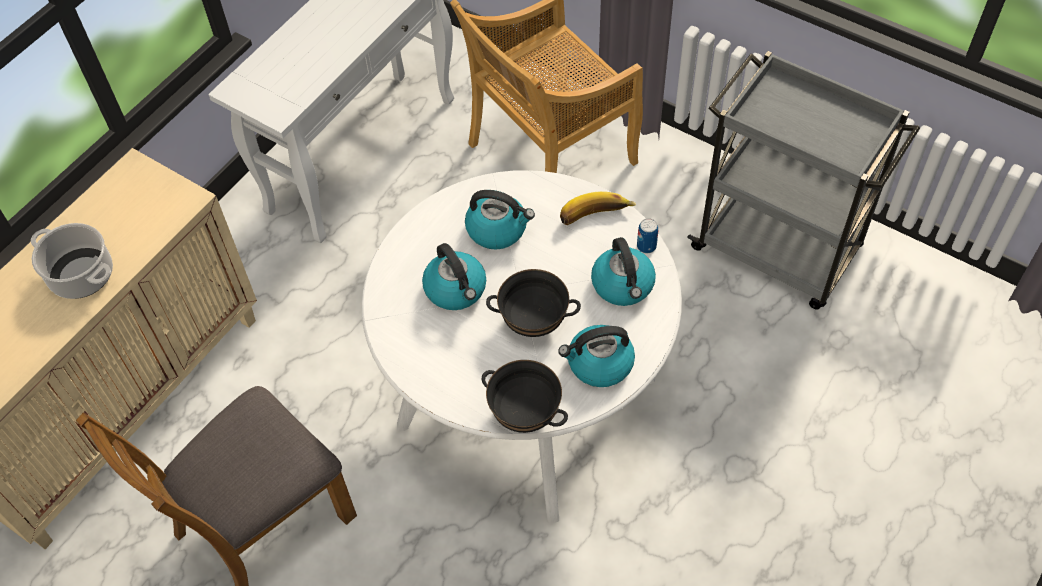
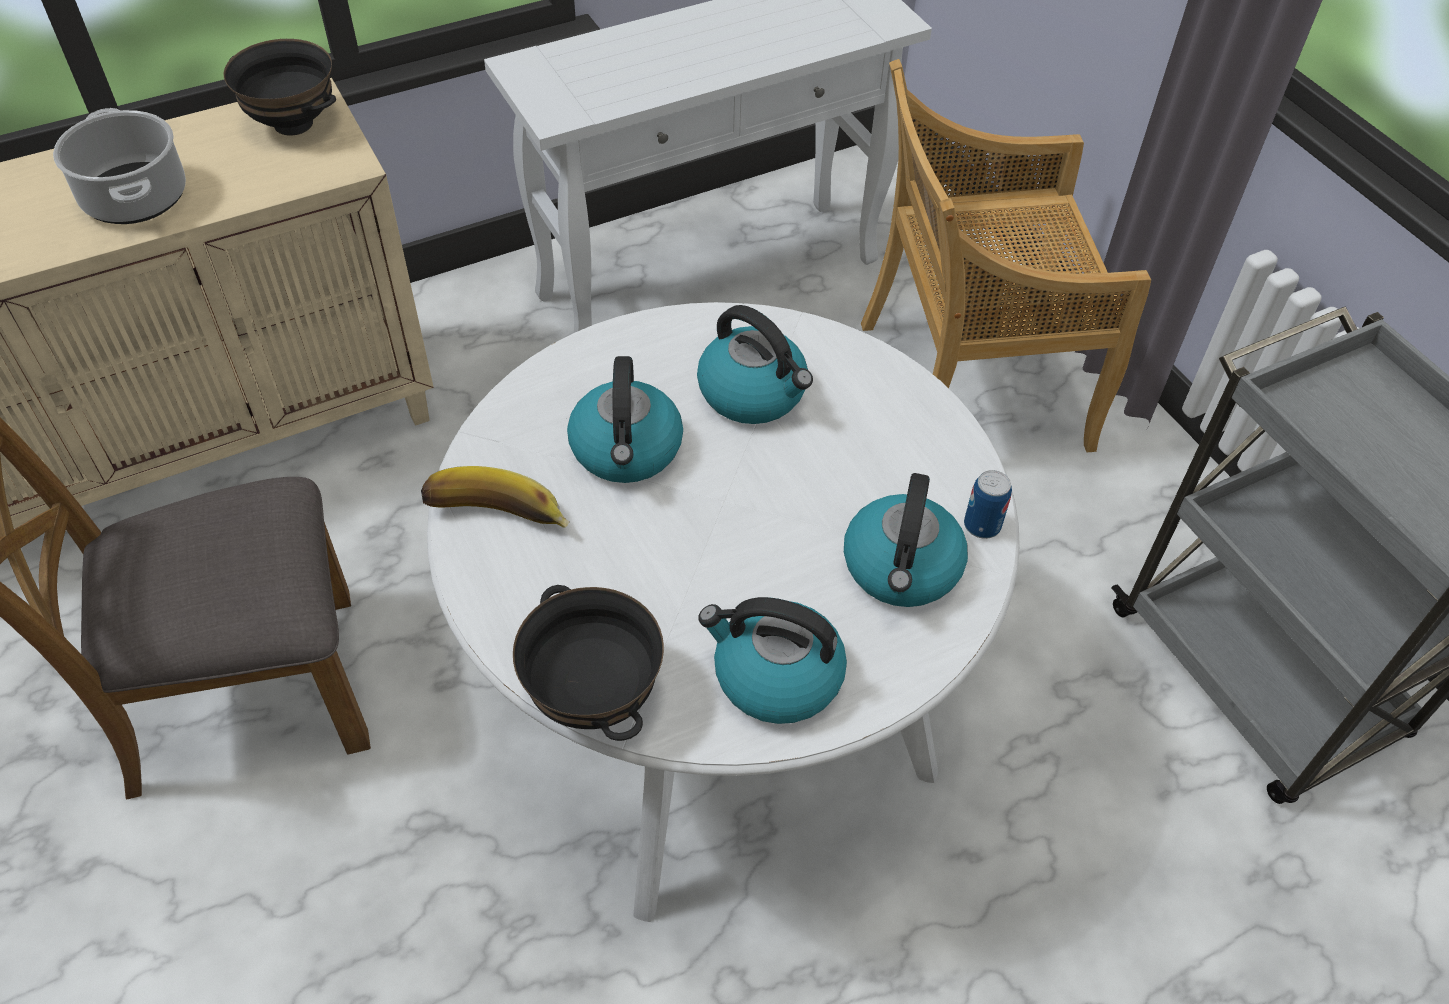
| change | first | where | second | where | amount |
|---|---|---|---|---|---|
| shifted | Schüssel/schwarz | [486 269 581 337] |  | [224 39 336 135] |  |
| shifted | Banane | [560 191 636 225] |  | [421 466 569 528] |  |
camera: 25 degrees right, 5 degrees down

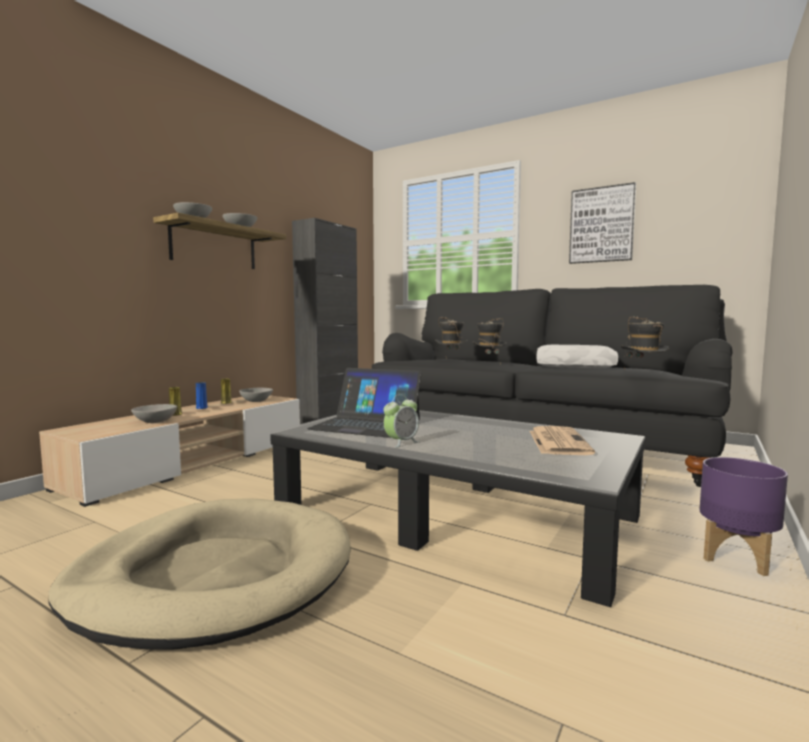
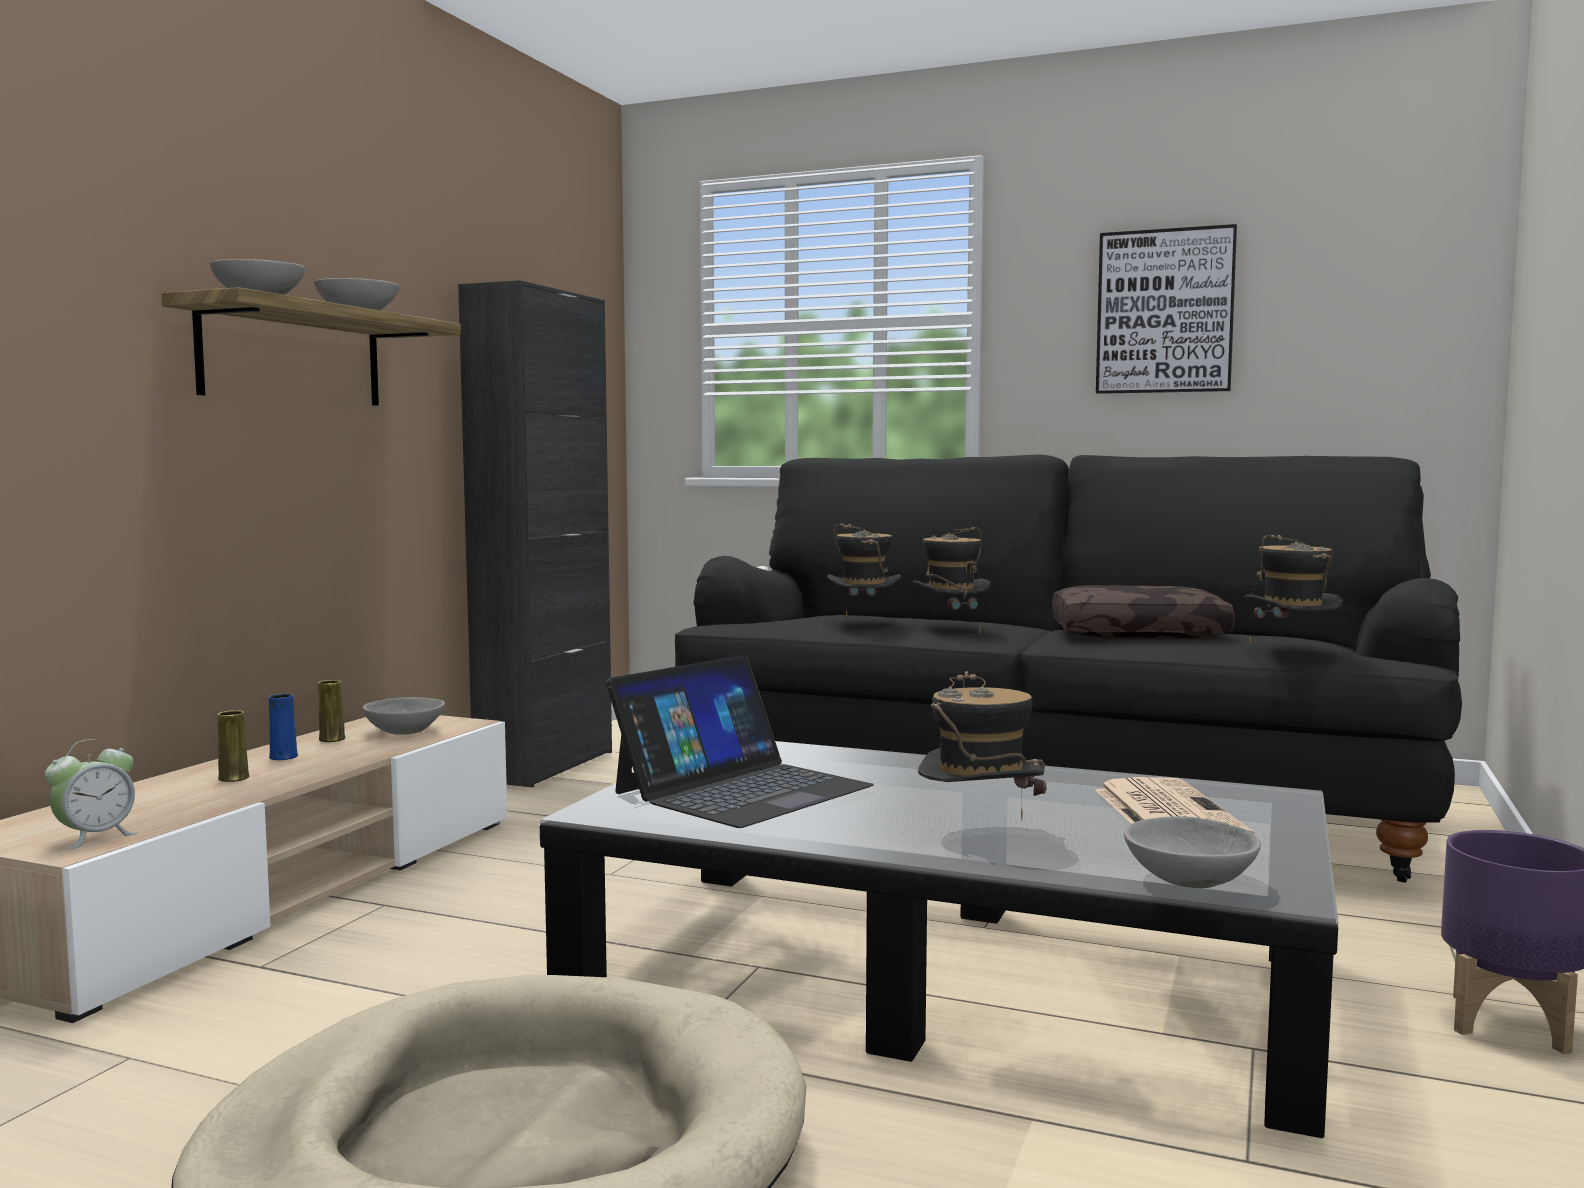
| change | first | where | second | where | amount |
|---|---|---|---|---|---|
| shifted | Schüssel/grau | [131 404 177 423] |  | [1124 817 1261 888] |  |
| rotated | Laptop | [307 368 422 438] |  | [606 655 874 828] | 60 degrees counterclockwise |
| shifted | Wecker | [384 394 419 448] |  | [45 739 139 850] |  |
| repainted | Kissen/weiß | [536 345 618 368] | Kissen/braun | [1052 585 1235 639] |  |
| new |  |  | Hut | [918 671 1047 821] |  |
camera: 10 degrees left, 0 degrees up

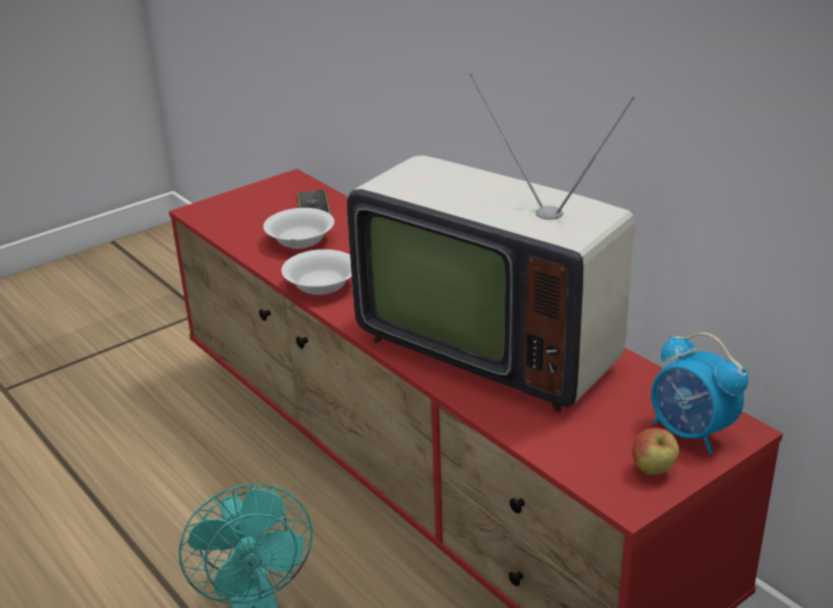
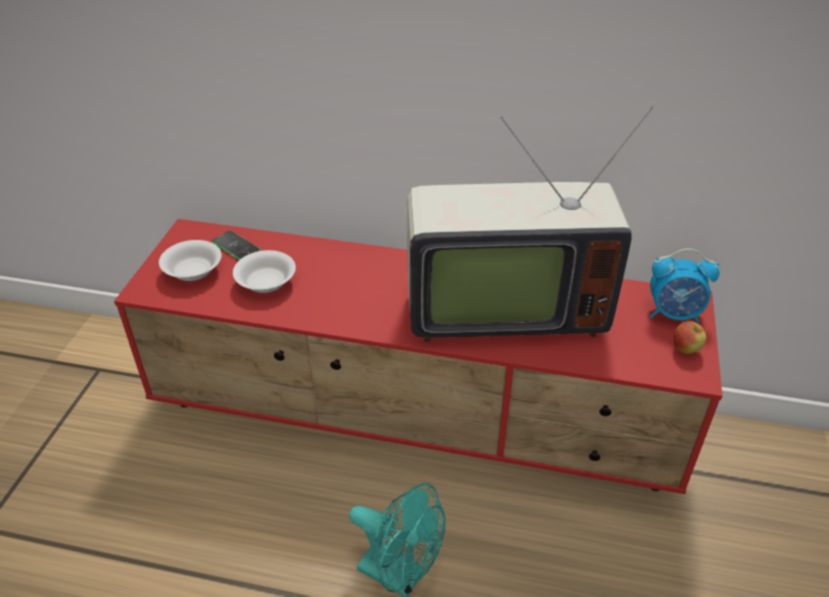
| change | first | where | second | where | amount |
|---|---|---|---|---|---|
| shifted | Schüssel/weiß | [281 249 352 295] |  | [159 240 222 281] |  |
camera: 40 degrees left, 10 degrees up

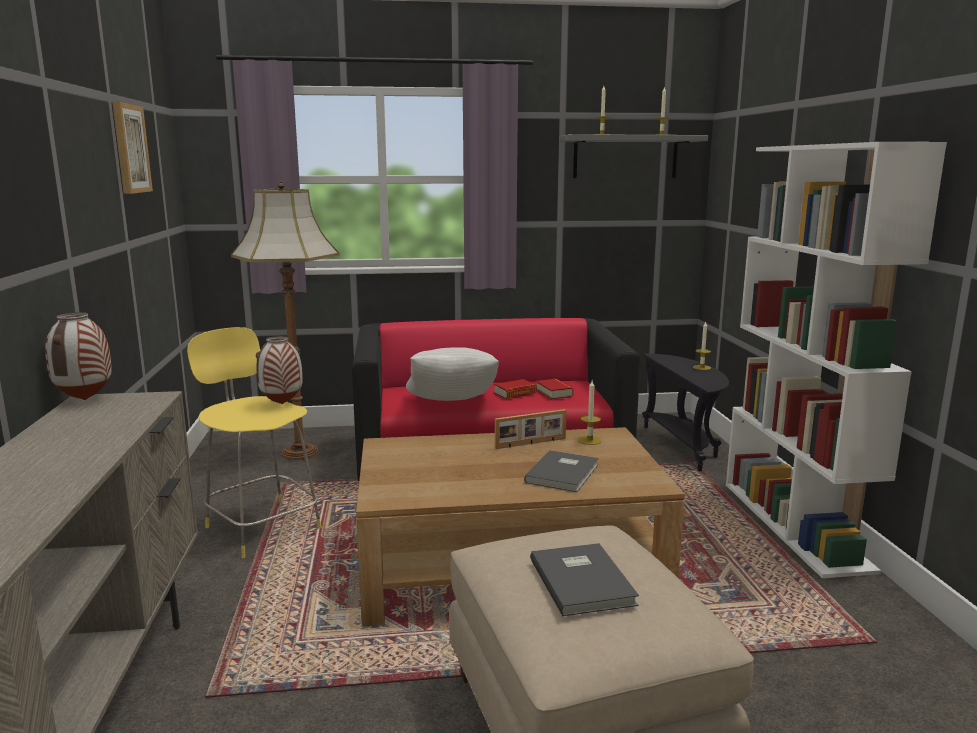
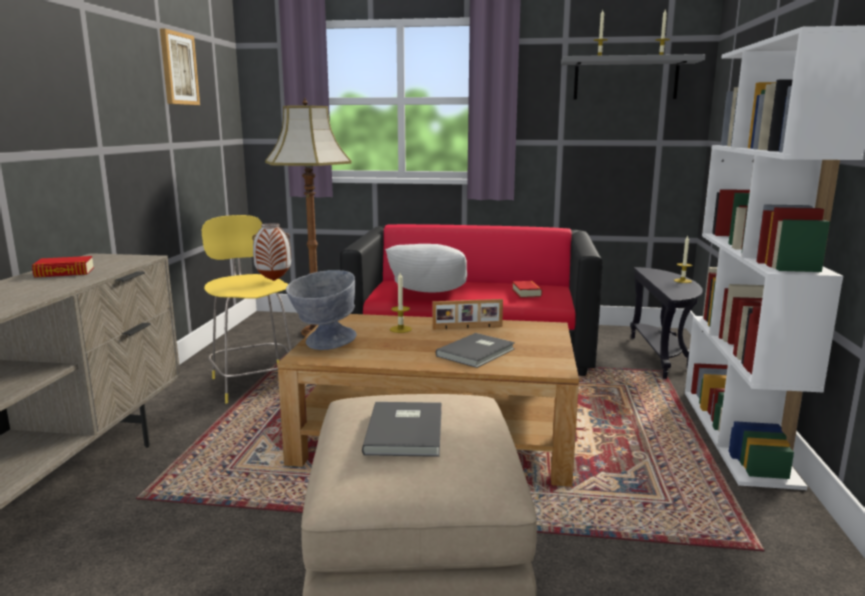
| change | first | where | second | where | amount |
|---|---|---|---|---|---|
| gone | Vase | [45 312 112 400] |  |  |  |
| shifted | Buch | [494 379 537 399] |  | [32 256 94 278] |  |
| shifted | Kerze | [578 381 602 445] |  | [390 273 412 333] |  |
| new |  |  | Schüssel/grau | [286 270 357 350] |  |
camera: 15 degrees right, 0 degrees up

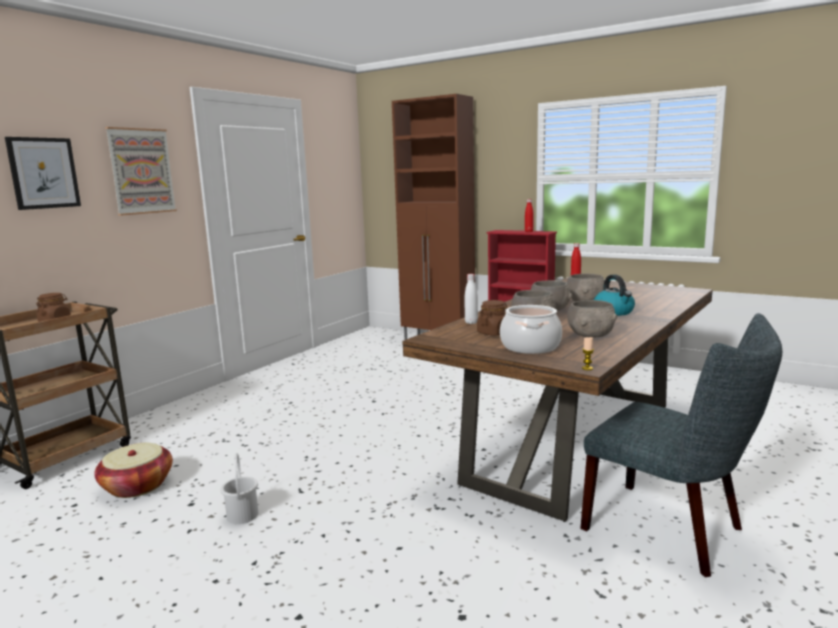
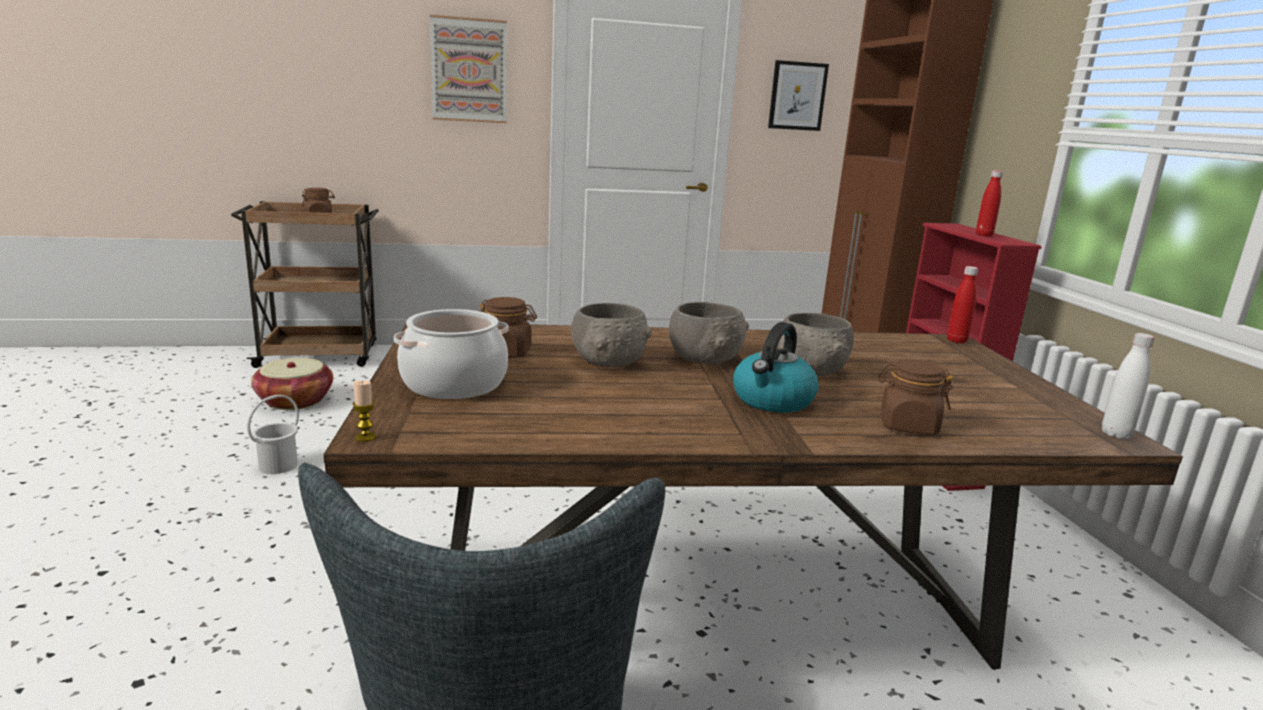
| change | first | where | second | where | amount |
|---|---|---|---|---|---|
| shifted | Bild | [5 137 81 210] |  | [768 60 829 131] |  |
| shifted | Flasche/weiß | [465 274 478 324] |  | [1102 333 1155 439] |  |
| gone | Schüssel/grau | [567 300 617 338] |  |  |  |
| new |  |  | Vorratsglas/braun | [878 359 953 435] |  |
camera: 45 degrees right, 5 degrees up

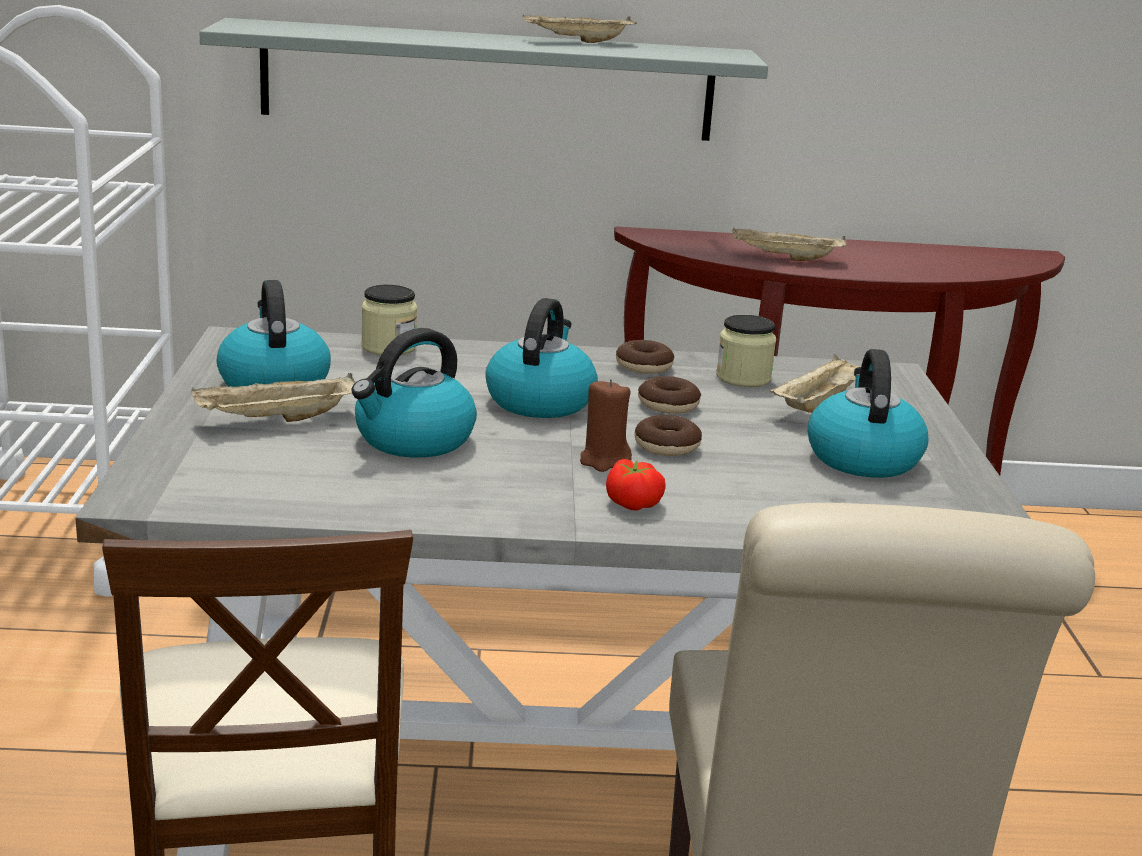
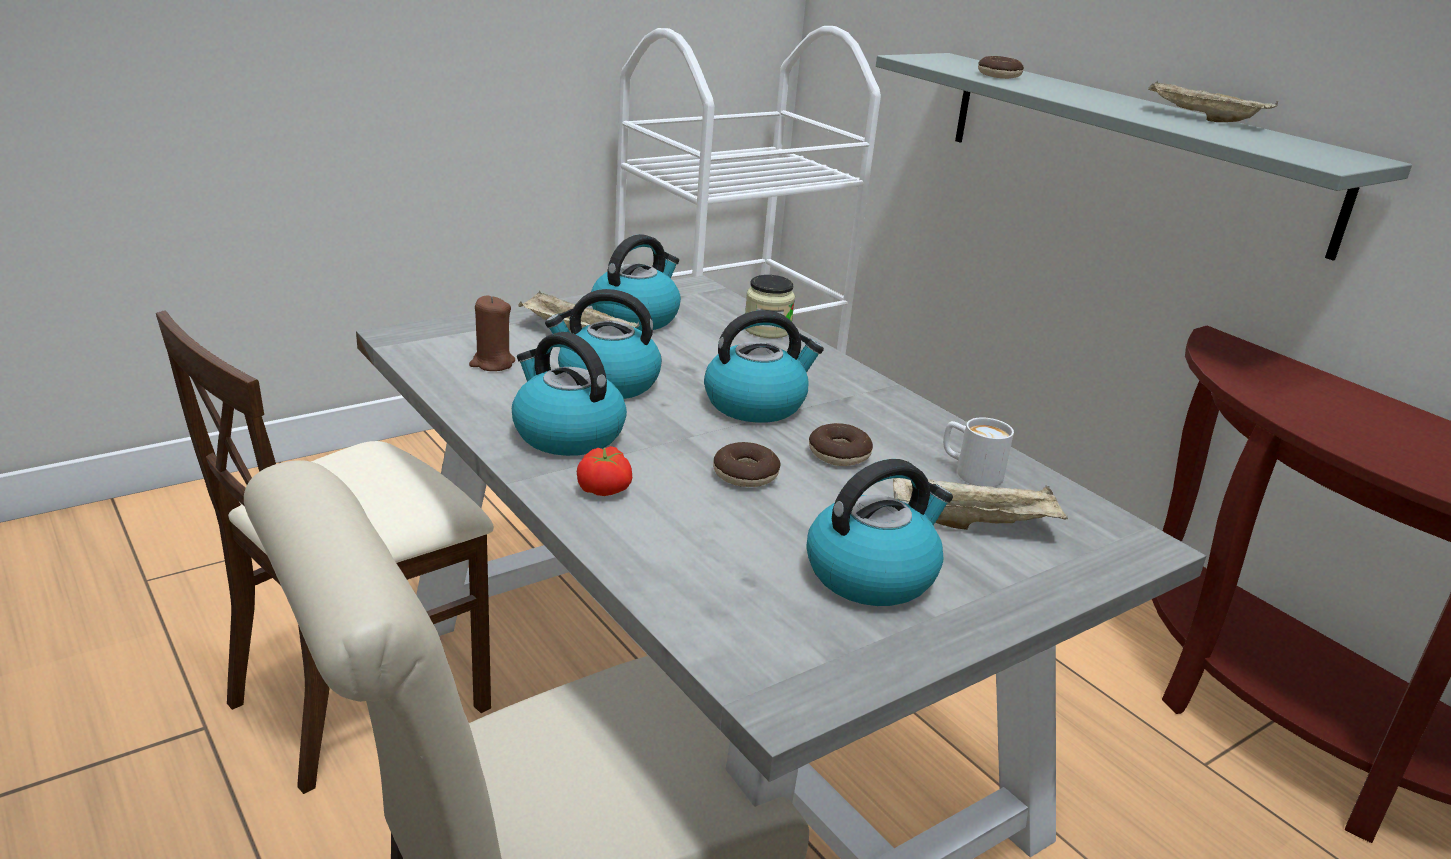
| change | first | where | second | where | amount |
|---|---|---|---|---|---|
| shifted | Kerze/braun | [580 379 632 472] |  | [469 296 515 371] |  |
| shifted | Donut | [616 340 674 374] |  | [978 56 1024 79] |  |
| swapped | Vorratsglas | [716 315 776 387] | Henkelbecher/weiß | [943 417 1014 487] |  |
| gone | Tablett/beige | [732 228 847 261] |  |  |  |
| new |  |  | Wasserkessel | [512 332 627 456] |  |
camera: 55 degrees right, 5 degrees up

